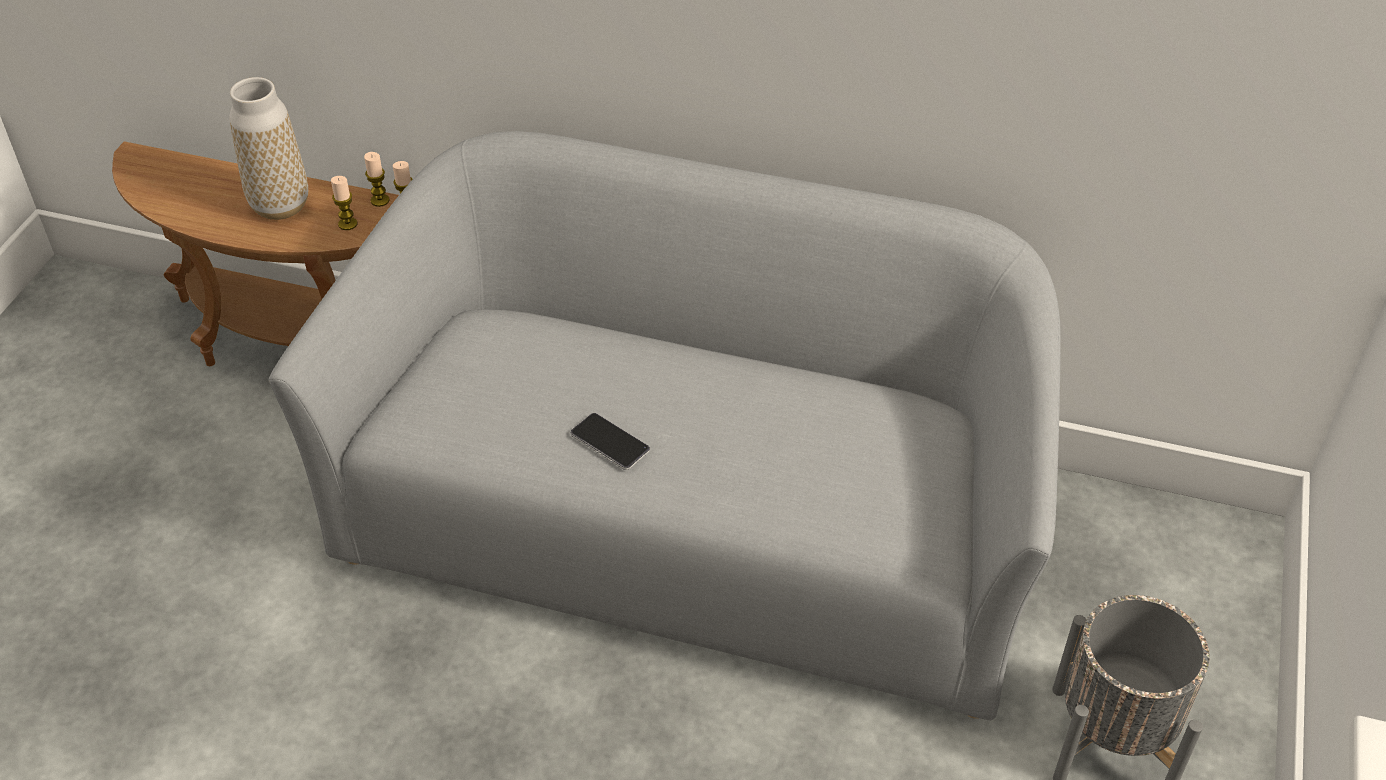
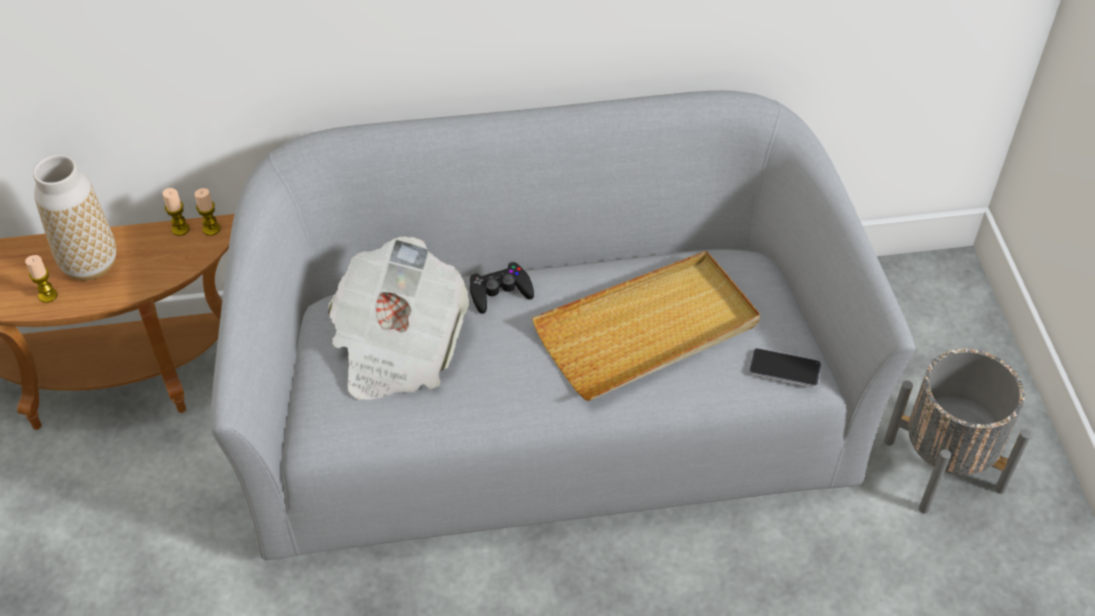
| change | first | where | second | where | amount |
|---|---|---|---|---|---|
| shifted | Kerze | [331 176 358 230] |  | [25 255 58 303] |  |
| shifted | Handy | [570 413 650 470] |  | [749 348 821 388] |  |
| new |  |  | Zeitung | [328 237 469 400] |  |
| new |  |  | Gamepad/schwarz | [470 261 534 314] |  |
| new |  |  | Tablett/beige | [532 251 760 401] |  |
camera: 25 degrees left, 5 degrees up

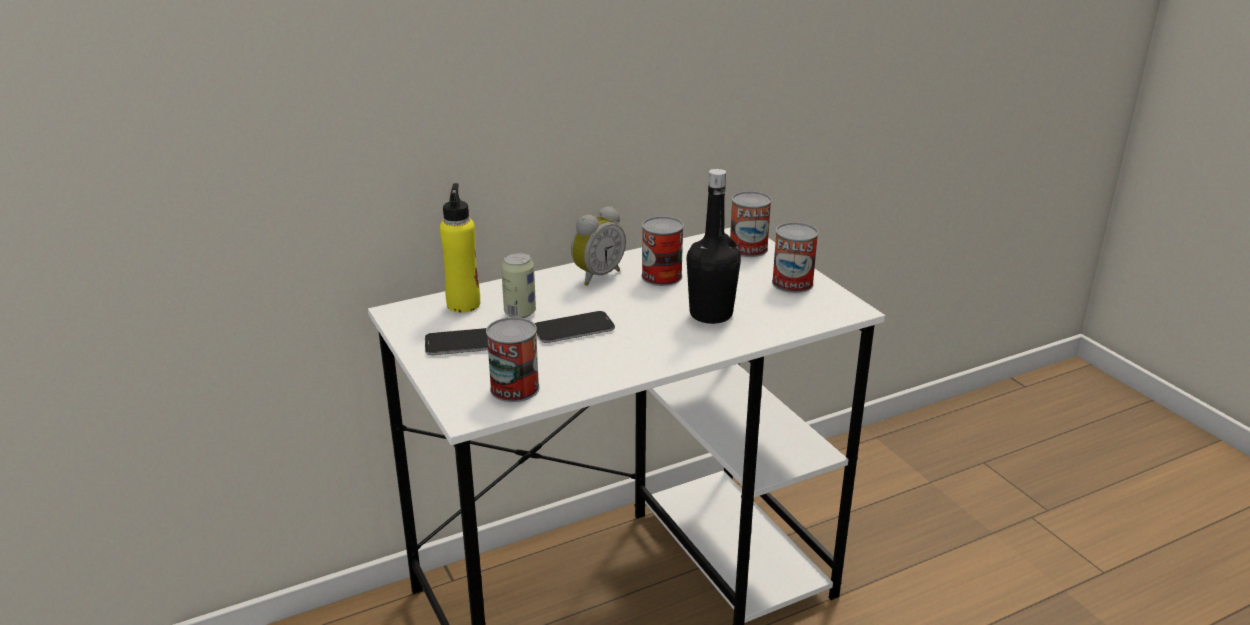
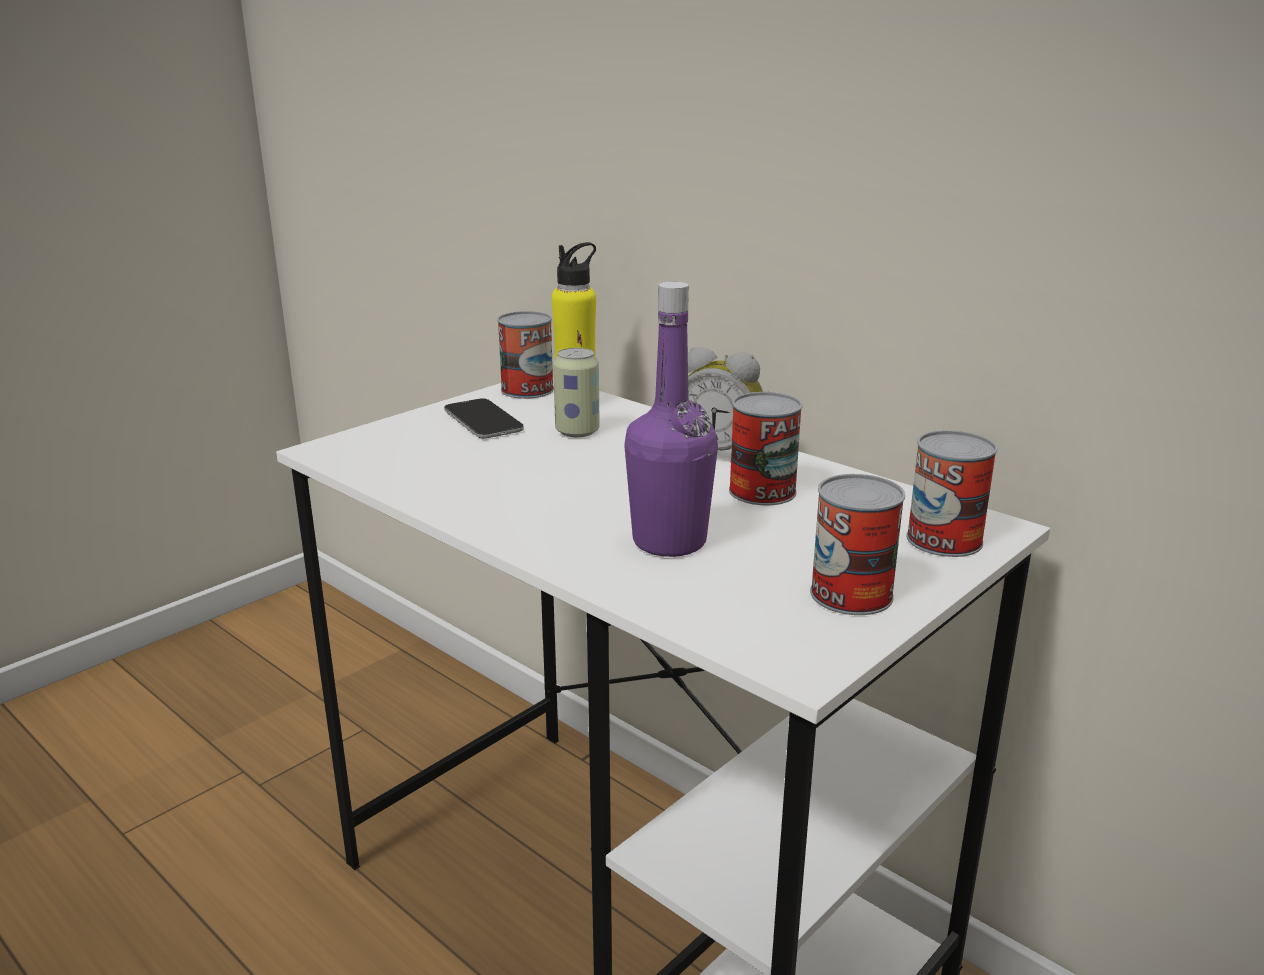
| change | first | where | second | where | amount |
|---|---|---|---|---|---|
| shifted | Dose | [486 317 540 402] |  | [497 311 554 399] |  |
| gone | Handy | [535 311 615 343] |  |  |  |
| repainted | Flasche/schwarz | [687 169 741 324] | Flasche/lila | [624 281 718 557] |  |
camera: 70 degrees right, 5 degrees down

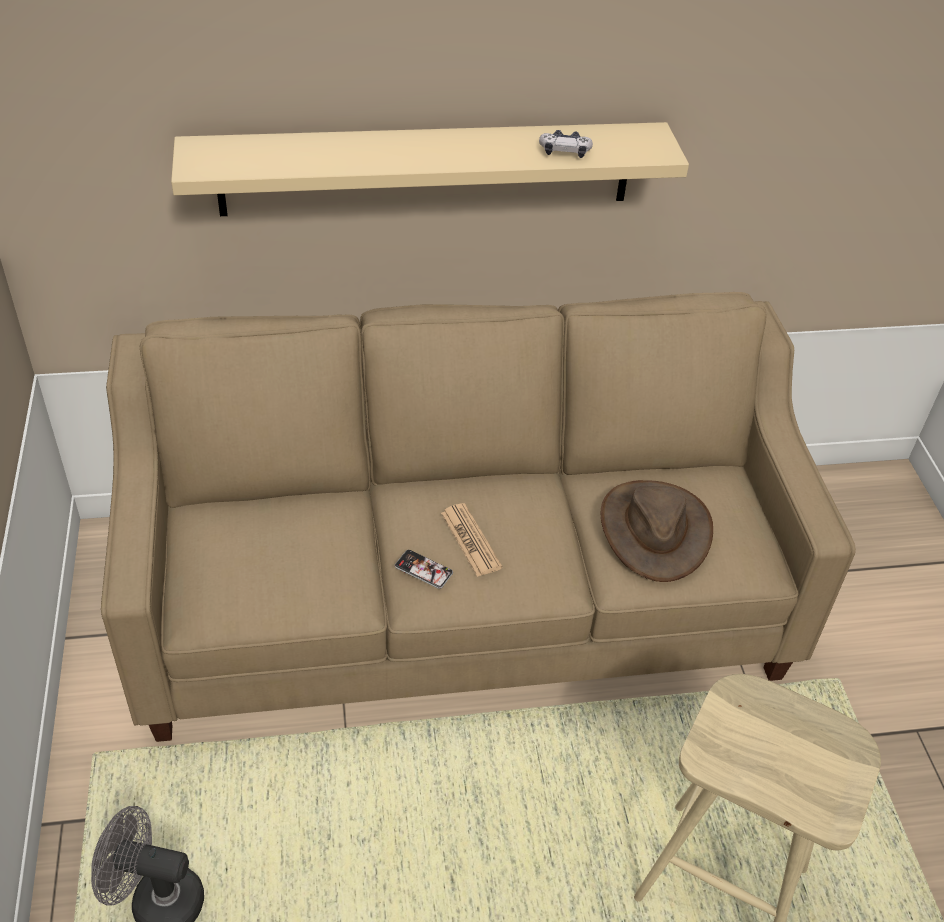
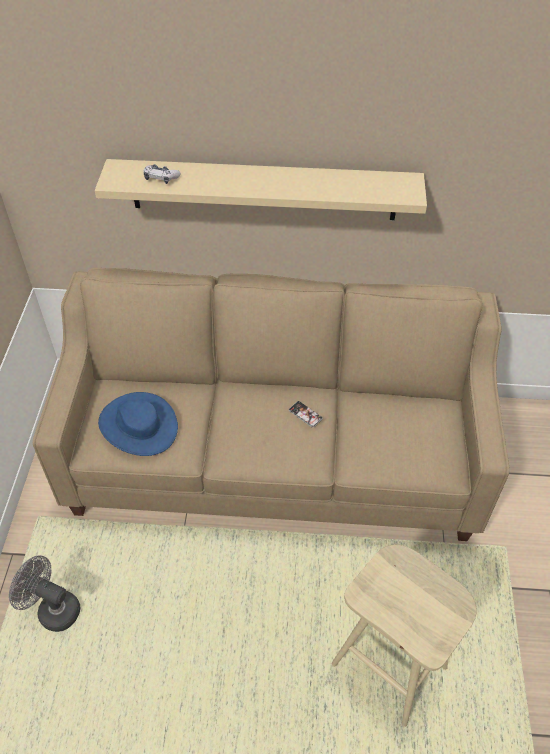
| change | first | where | second | where | amount |
|---|---|---|---|---|---|
| shifted | Handy | [395 550 453 589] |  | [289 401 323 428] |  |
| gone | Zeitung | [441 503 502 577] |  |  |  |
| shifted | Gamepad | [539 130 593 158] |  | [143 164 181 184] |  |
| gone | Hut/braun | [601 480 713 582] |  |  |  |
| new |  |  | Hut/blau | [98 392 178 456] |  |
camera: 15 degrees right, 5 degrees up

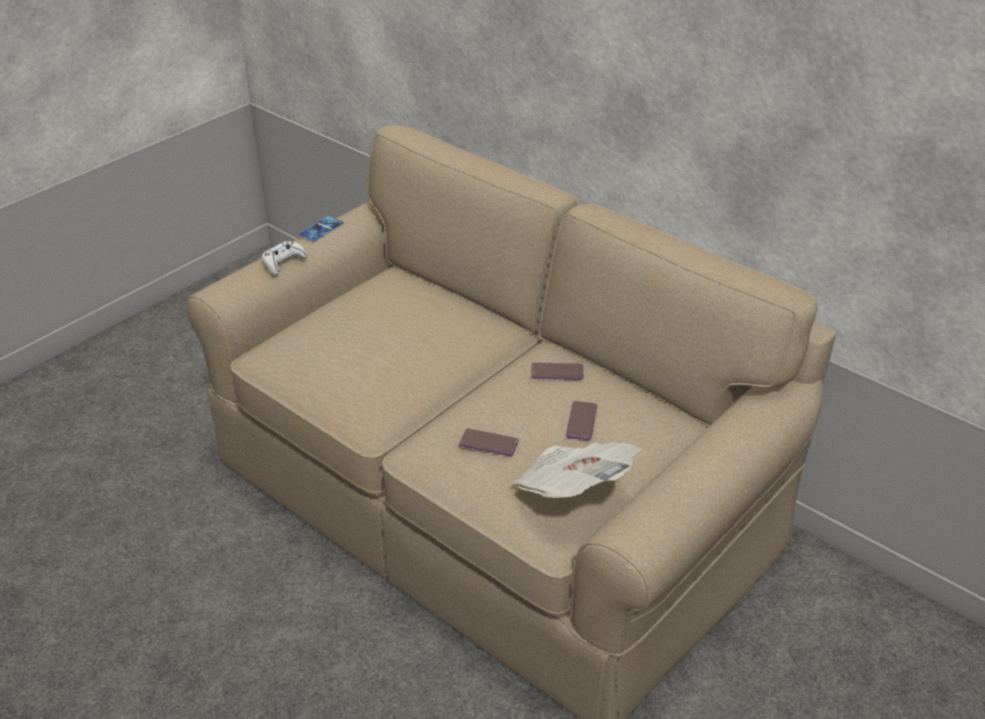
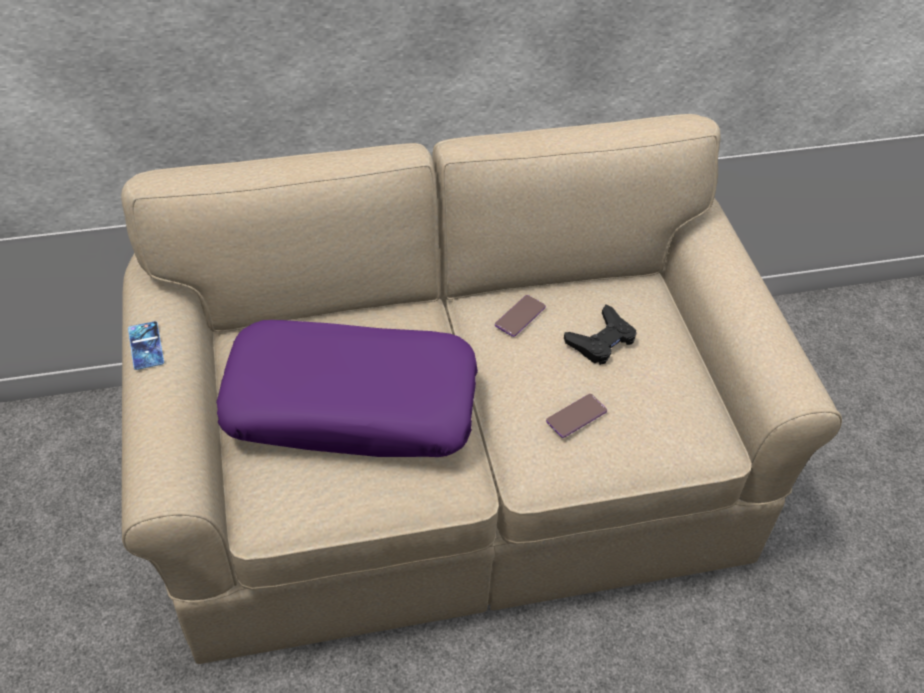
| change | first | where | second | where | amount |
|---|---|---|---|---|---|
| gone | Gamepad/weiß | [262 241 308 275] |  |  |  |
| gone | Zeitung | [512 441 641 498] |  |  |  |
| swapped | Handy | [566 401 597 440] | Gamepad/schwarz | [564 304 637 365] |  |
| new |  |  | Kissen/lila | [216 320 478 457] |  |
camera: 55 degrees left, 10 degrees up

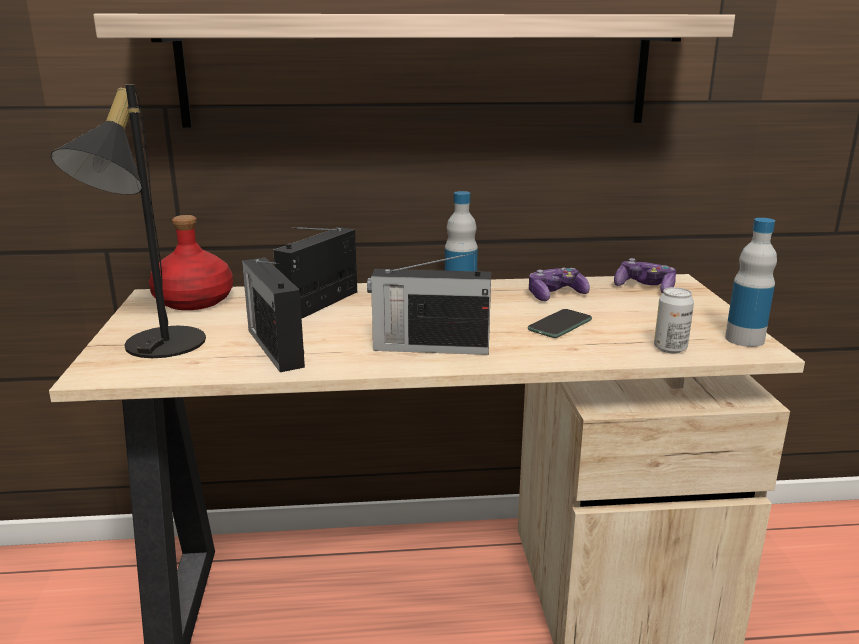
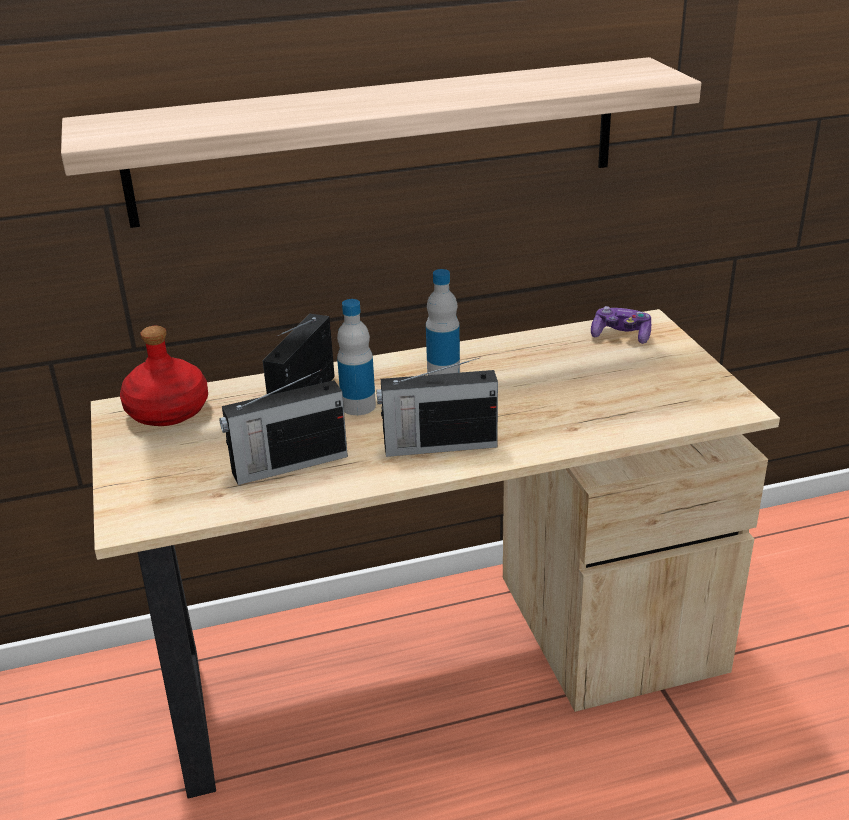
| change | first | where | second | where | amount |
|---|---|---|---|---|---|
| gone | Tischlampe/schwarz | [51 84 206 358] |  |  |  |
| rotated | Radio | [242 258 305 372] |  | [219 369 348 485] | 75 degrees counterclockwise |
| gone | Handy | [528 309 592 338] |  |  |  |
| gone | Gamepad | [529 268 590 301] |  |  |  |
| gone | Dose | [654 287 694 353] |  |  |  |
| shifted | Flasche | [725 218 777 347] |  | [337 299 376 415] |  |
camera: 10 degrees left, 10 degrees up

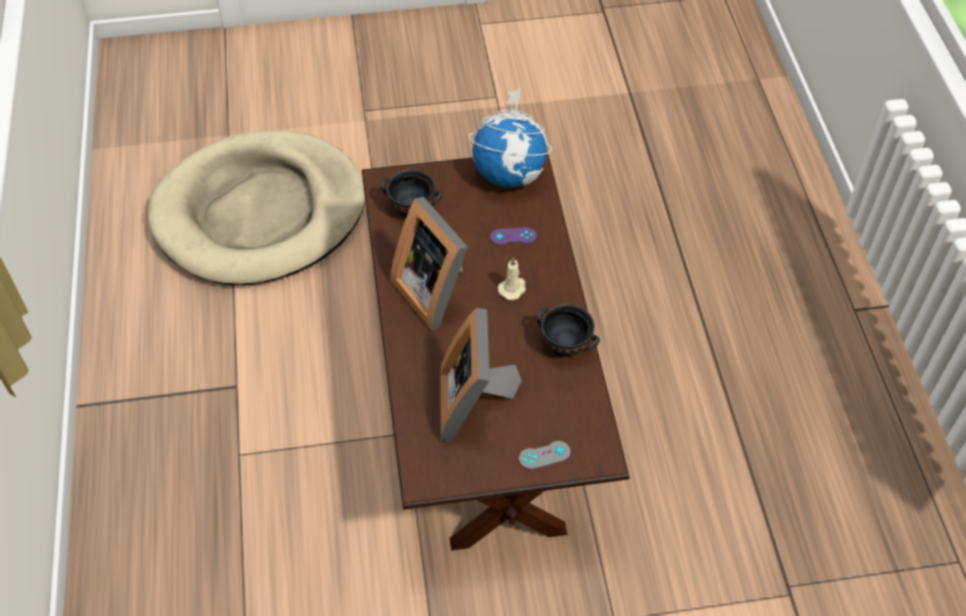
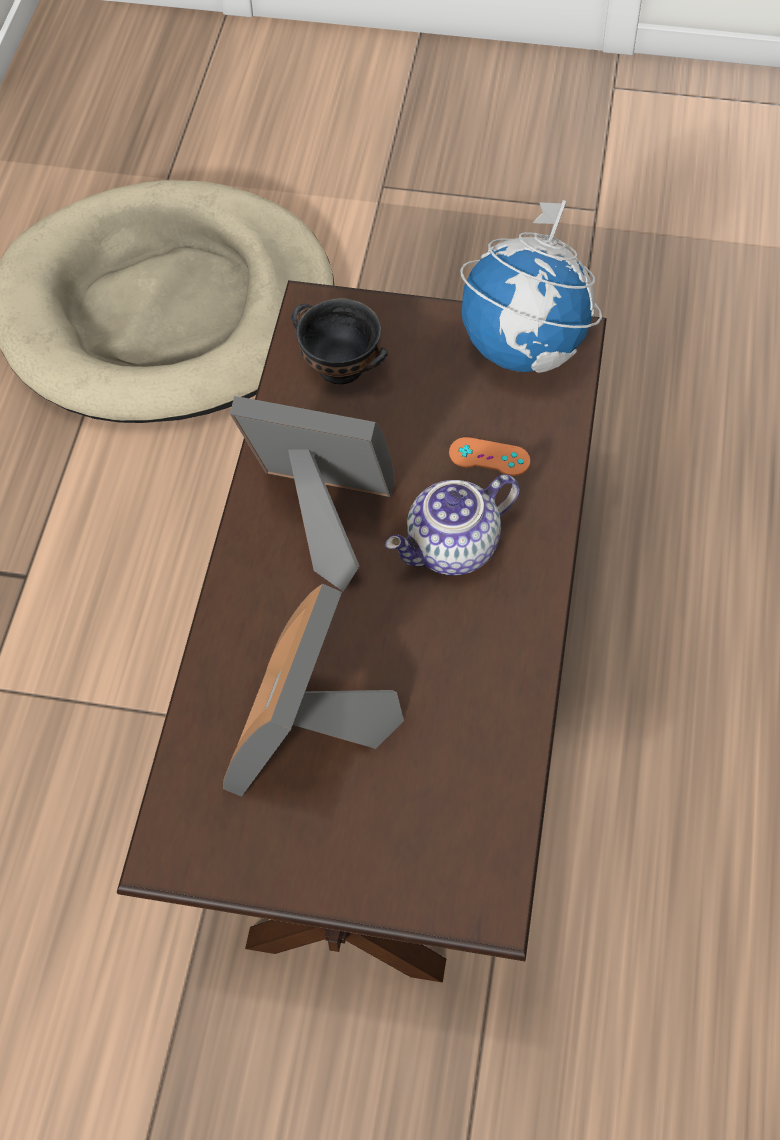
| change | first | where | second | where | amount |
|---|---|---|---|---|---|
| rotated | Bilderrahmen | [390 197 468 330] |  | [230 396 394 591] | 120 degrees clockwise |
| repainted | Gamepad/lila | [490 227 537 245] | Gamepad/orange | [449 437 530 476] |  |
| swapped | Kerze/beige | [498 257 526 300] | Teekanne | [385 474 519 575] |  |
| gone | Gamepad/grau | [519 441 570 469] |  |  |  |
| gone | Schüssel/schwarz | [536 304 600 358] |  |  |  |
camera: 20 degrees right, 5 degrees up

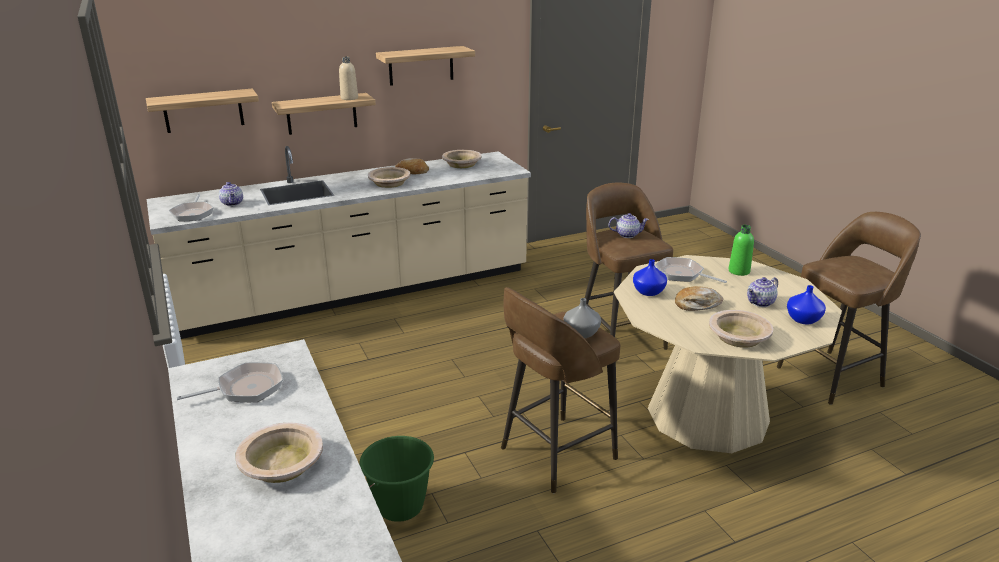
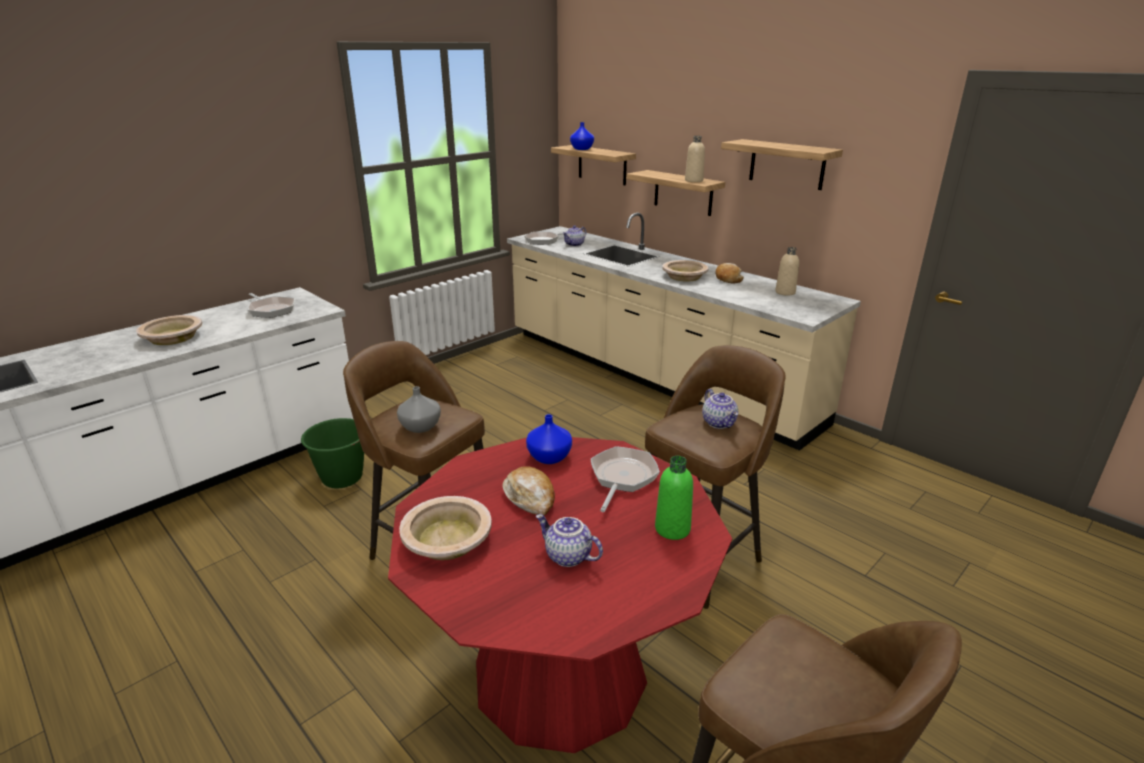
| change | first | where | second | where | amount |
|---|---|---|---|---|---|
| swapped | Schüssel/beige | [442 150 482 168] | Flasche/beige | [775 247 799 296] |  |
| repainted | Esstisch/beige | [614 255 842 453] | Esstisch/rot | [388 437 732 753] |  |
| shifted | Vase/blau | [787 285 826 324] |  | [570 122 594 150] |  |
camera: 70 degrees right, 0 degrees up

